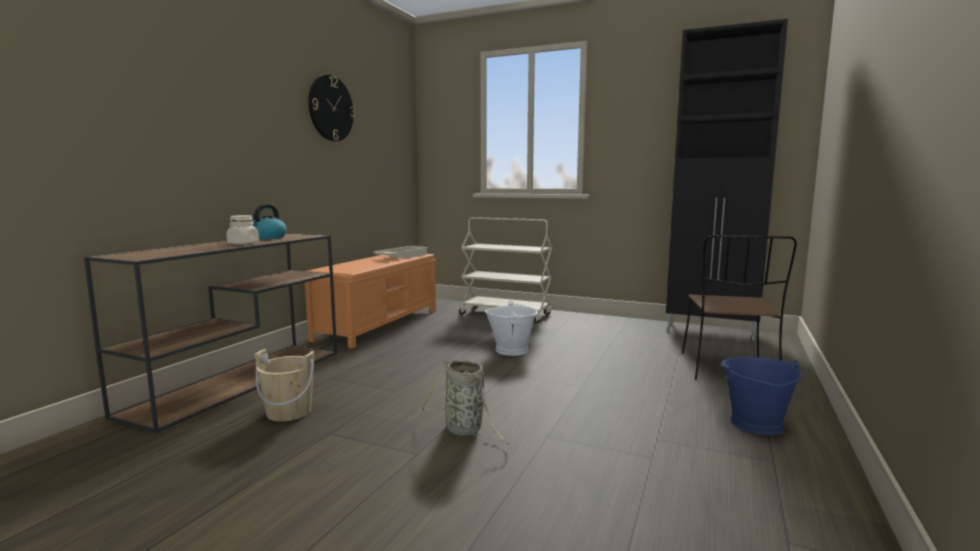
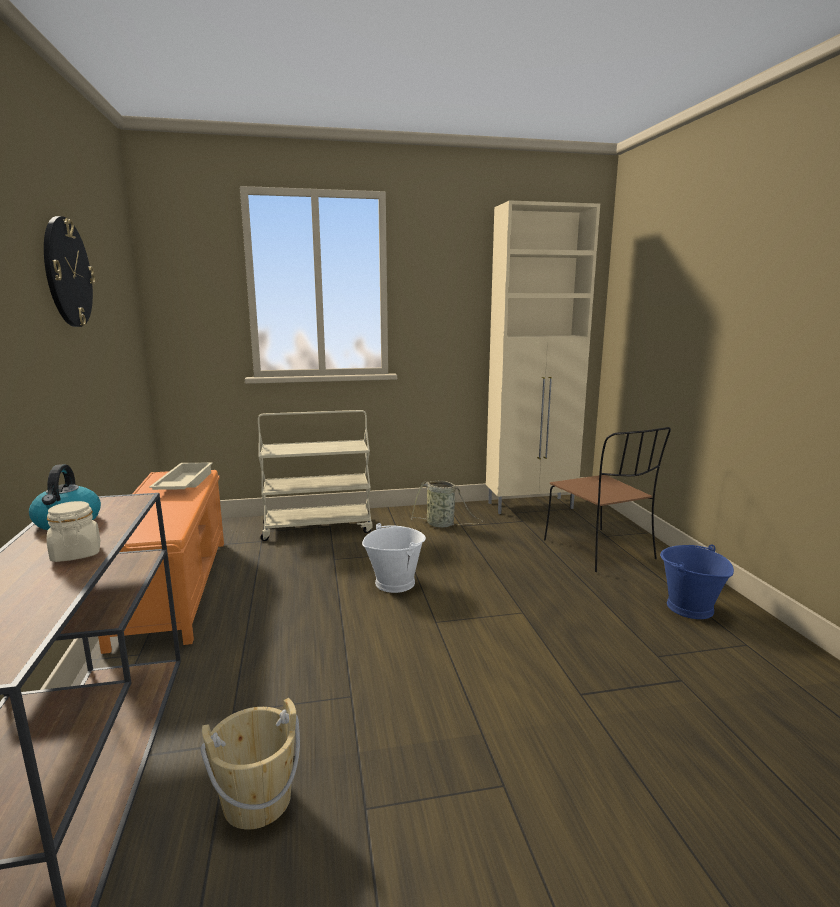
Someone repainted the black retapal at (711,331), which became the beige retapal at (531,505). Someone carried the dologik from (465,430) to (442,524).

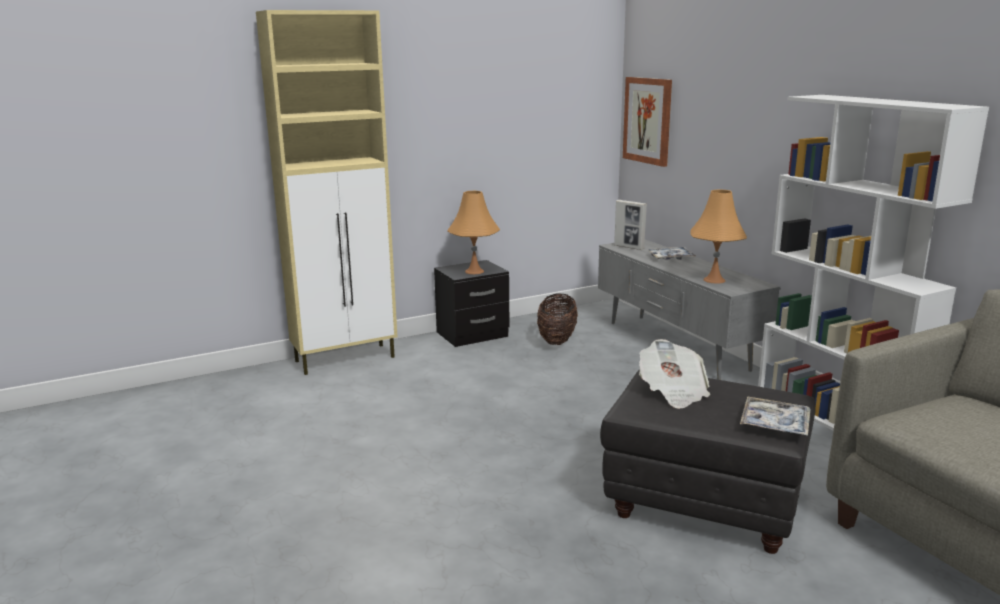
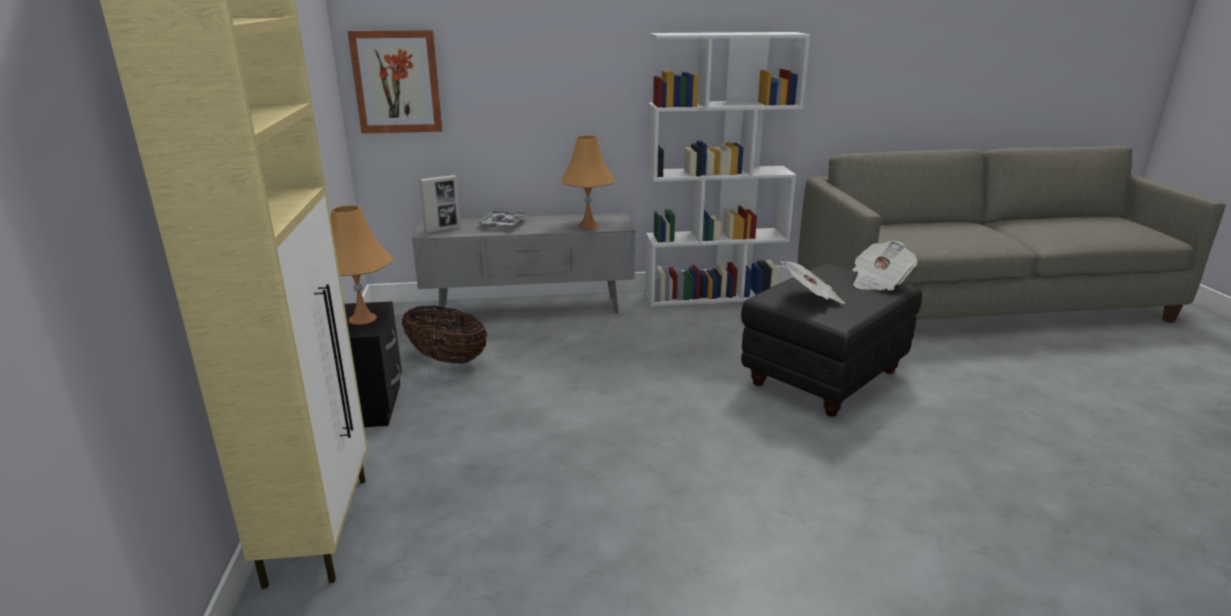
Someone swapped the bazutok at (774,424) for the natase at (879,282).

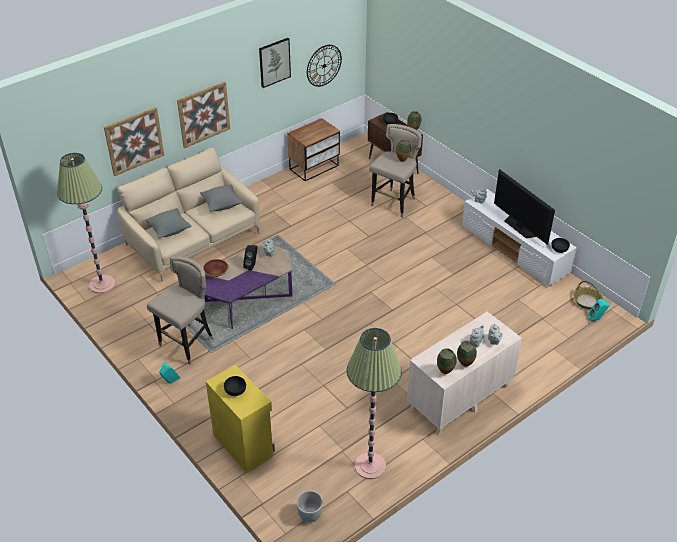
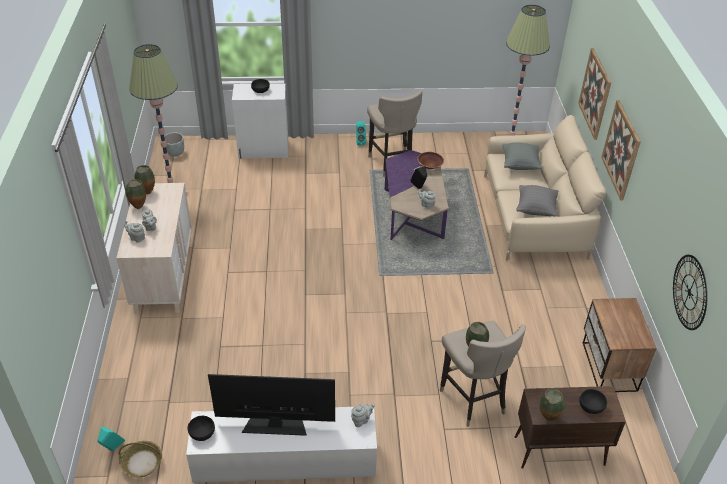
Someone took away the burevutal at (274,62). Someone repainted the yellow retapal at (243,444), which became the white retapal at (264,150).

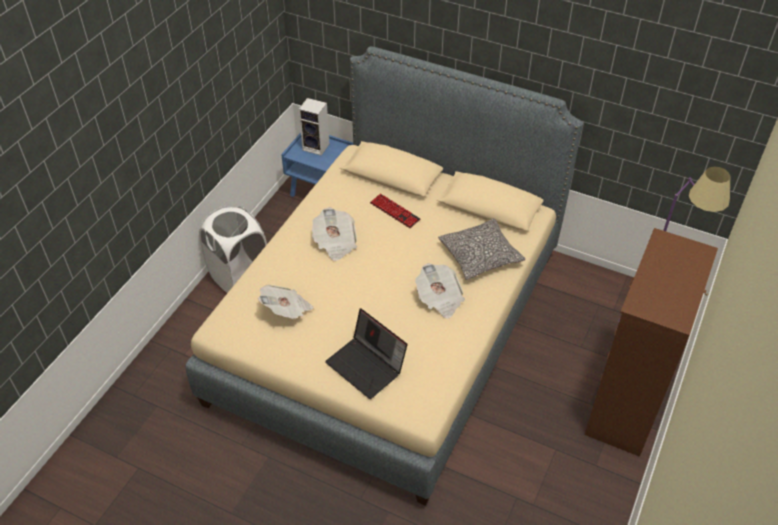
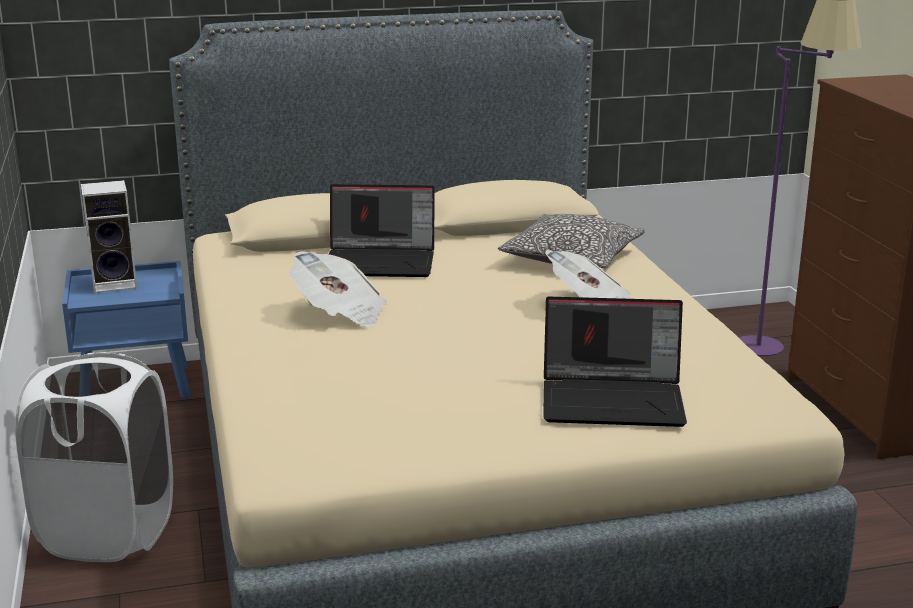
Someone swapped the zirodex at (395,211) for the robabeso at (382,262). Someone took away the natase at (287,310).

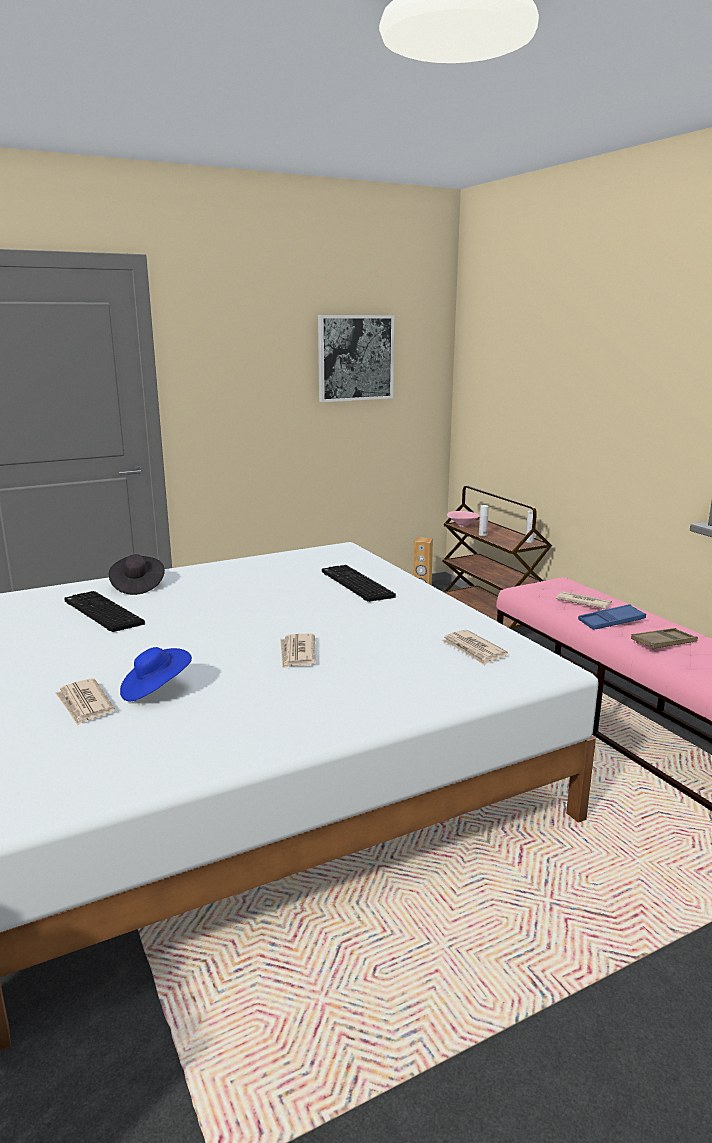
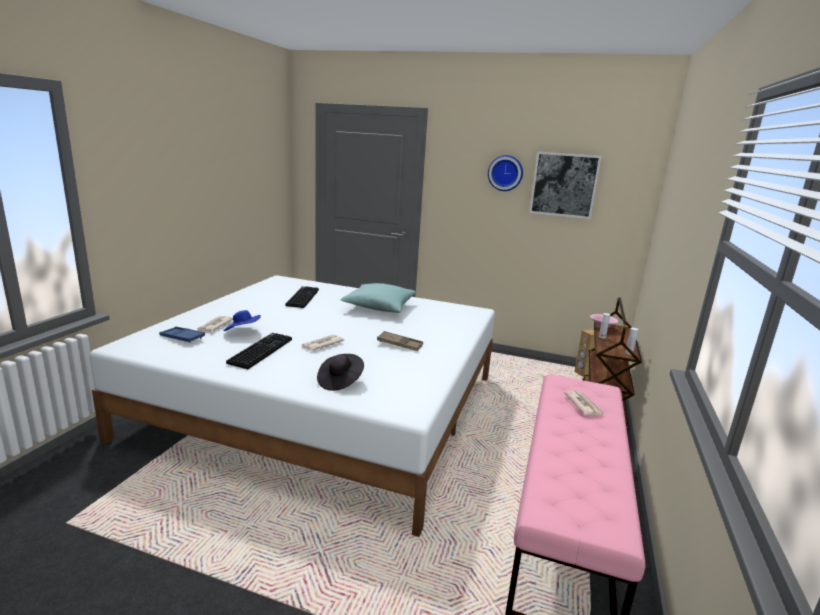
Someone carried the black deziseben from (137,586) to (340,381). Someone carried the zirodex from (354,584) to (260,350). Someone carried the blue bazutok from (611,622) to (182,337). Someone carried the brown bazutok from (663,643) to (400,344). Someone took away the natase at (473,650). Someone put up the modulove at (505,173). Someone put down the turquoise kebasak at (379,307).

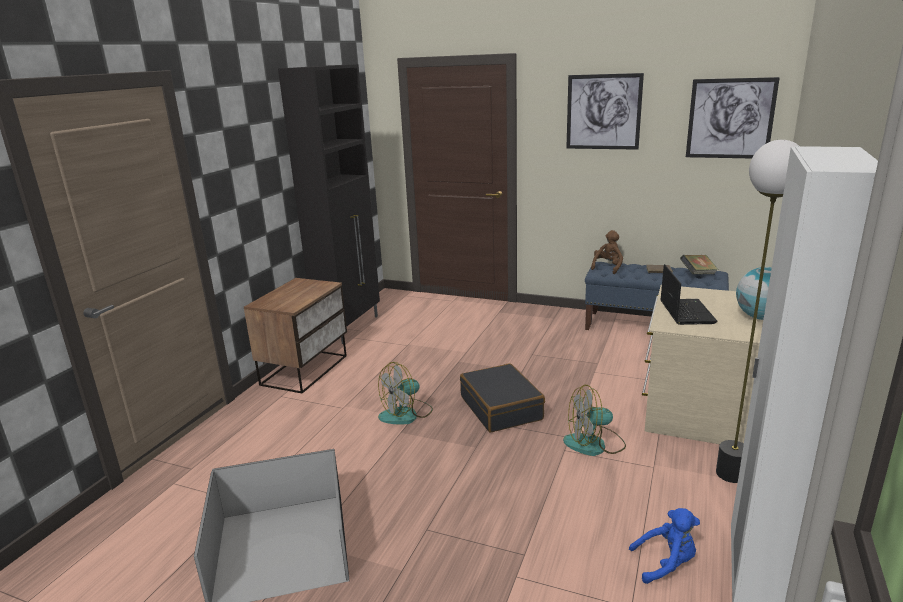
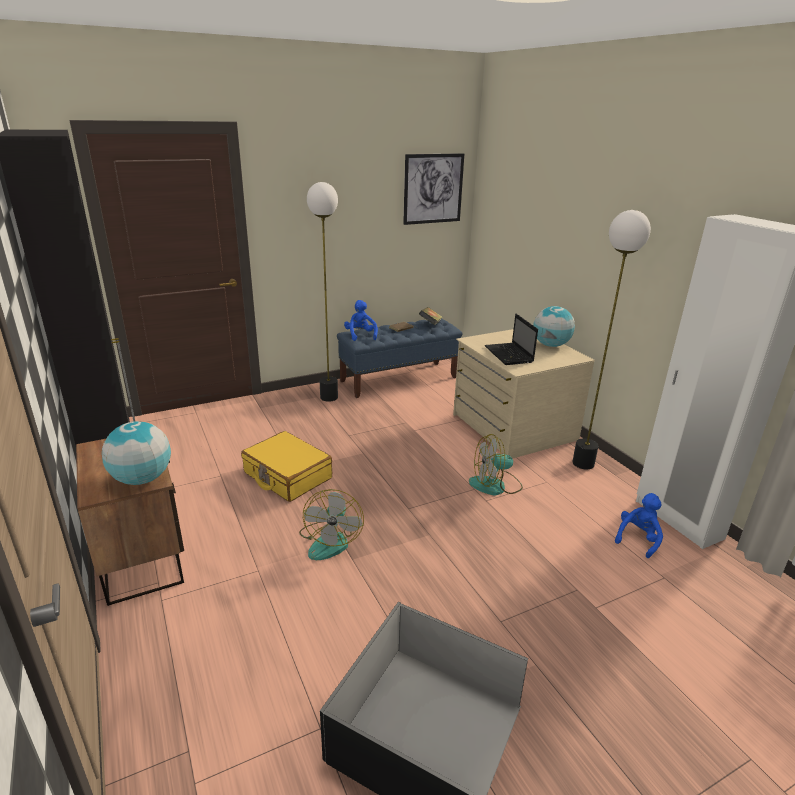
Someone took away the burevutal at (603,112). Someone repainted the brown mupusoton at (607,267), which became the blue mupusoton at (360,335). Someone rotated the robabeso at (685,312) by 150 degrees counterclockwise. Someone took away the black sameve at (501,408). Someone rotated the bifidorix at (594,444) by 45 degrees clockwise. Someone put down the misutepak at (329,397). Someone put down the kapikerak at (142,479). Someone put down the yellow sameve at (287,476).

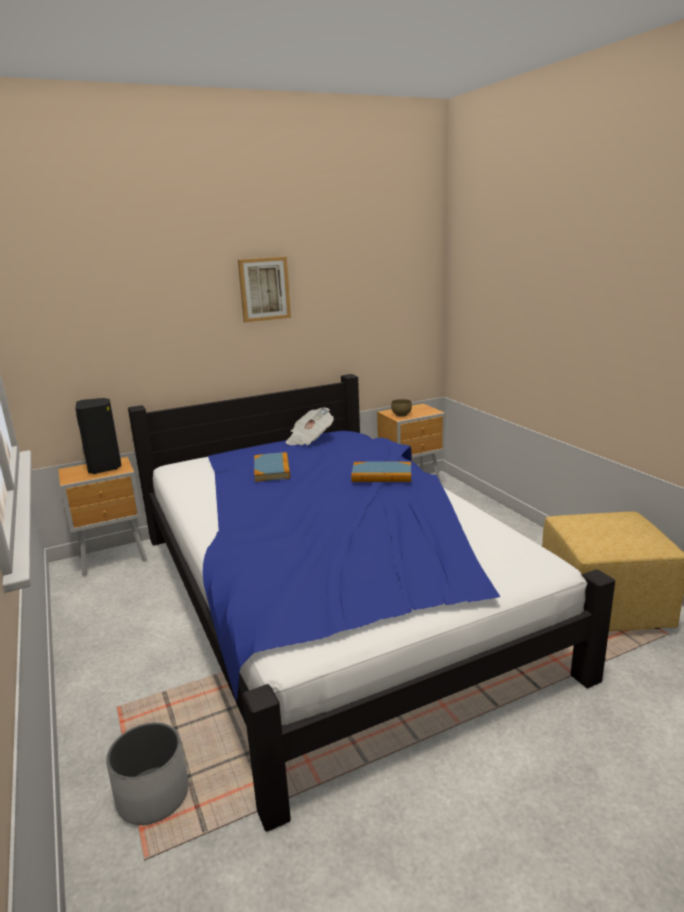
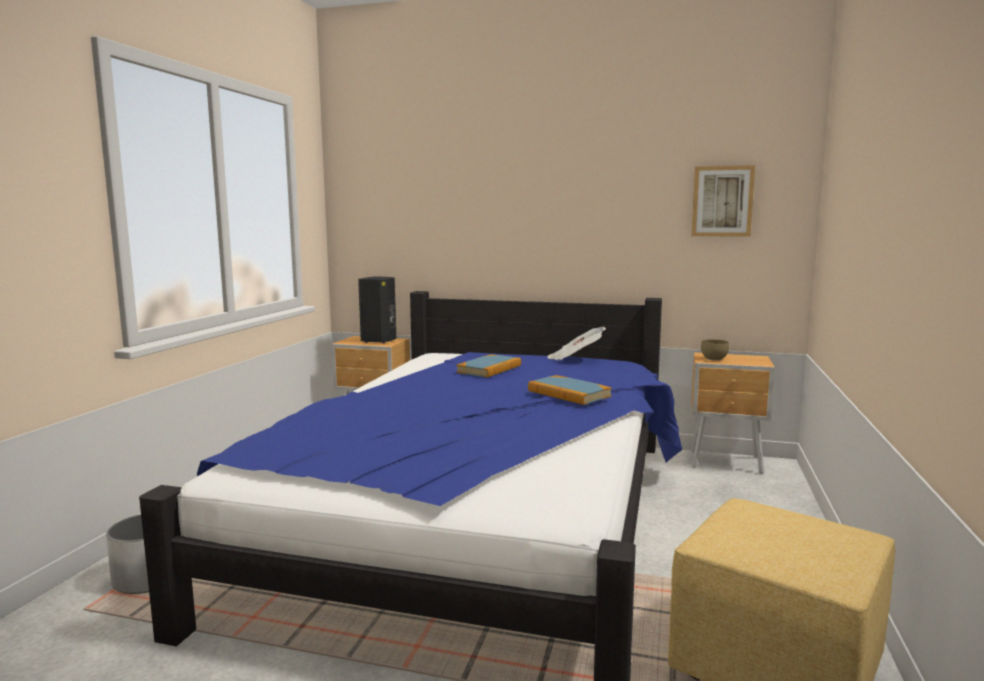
Someone carried the burevutal from (264,289) to (722,201).

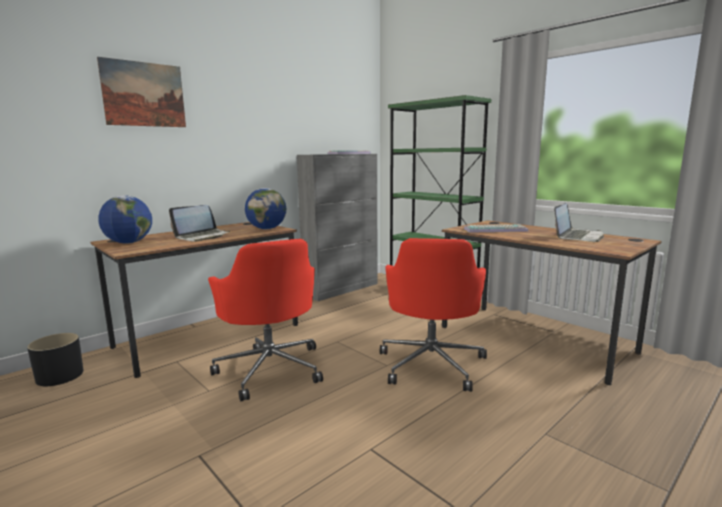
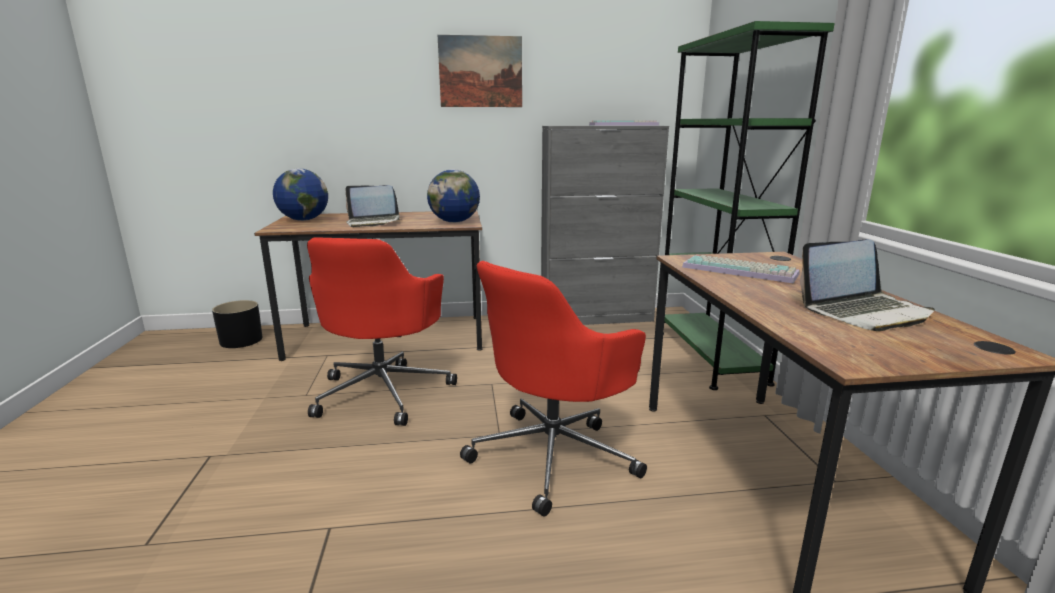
Someone carried the burevutal from (144,94) to (480,72).

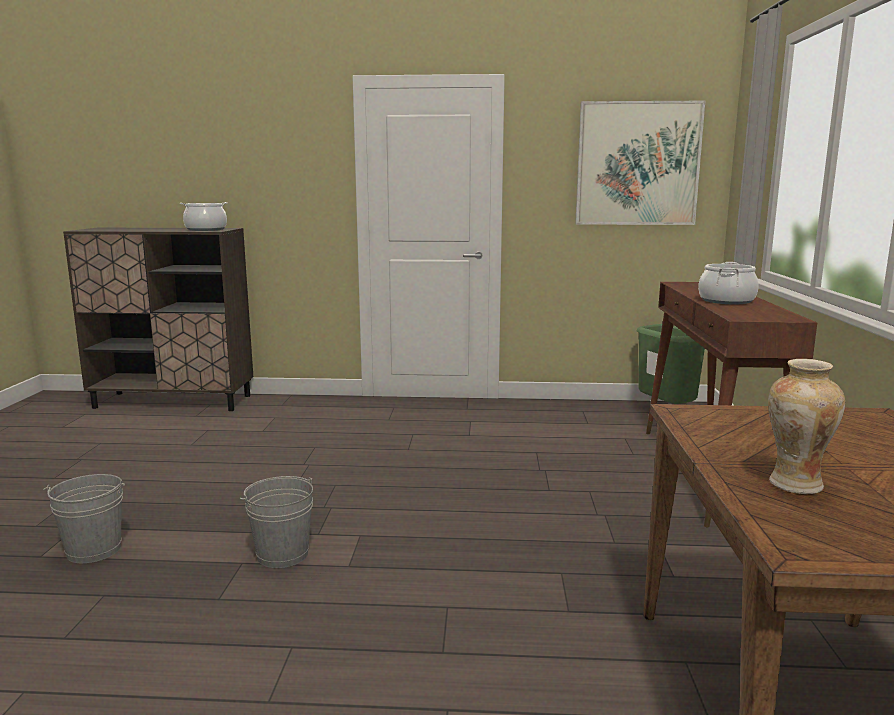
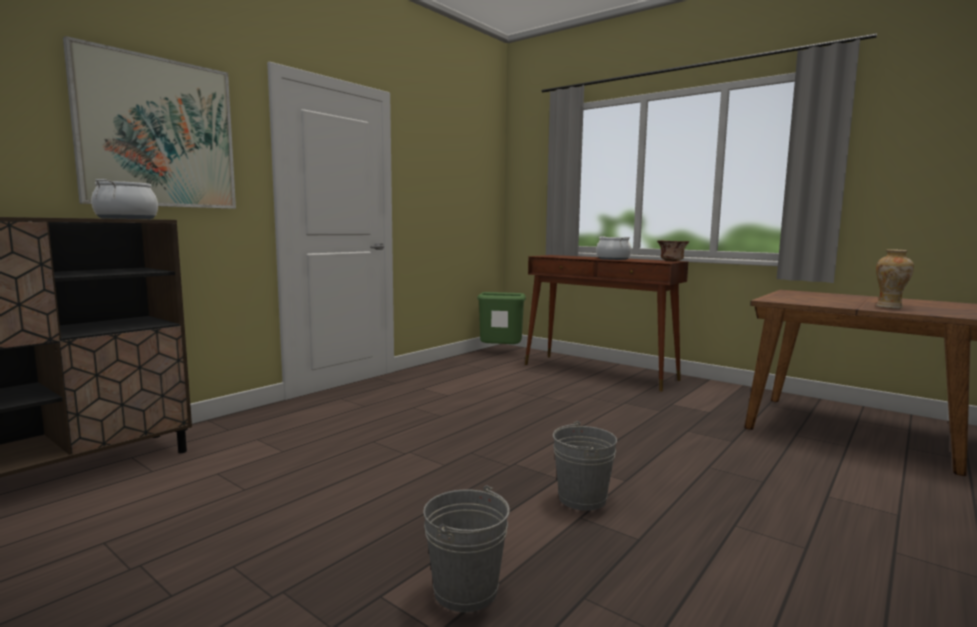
Someone carried the burevutal from (637,164) to (158,133). Someone put down the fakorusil at (671,261).

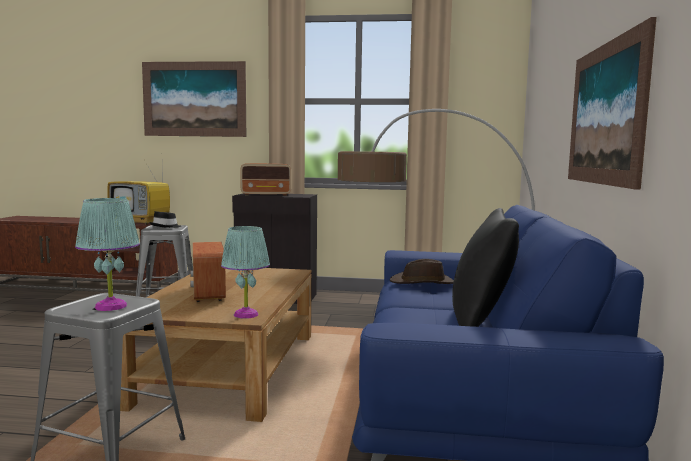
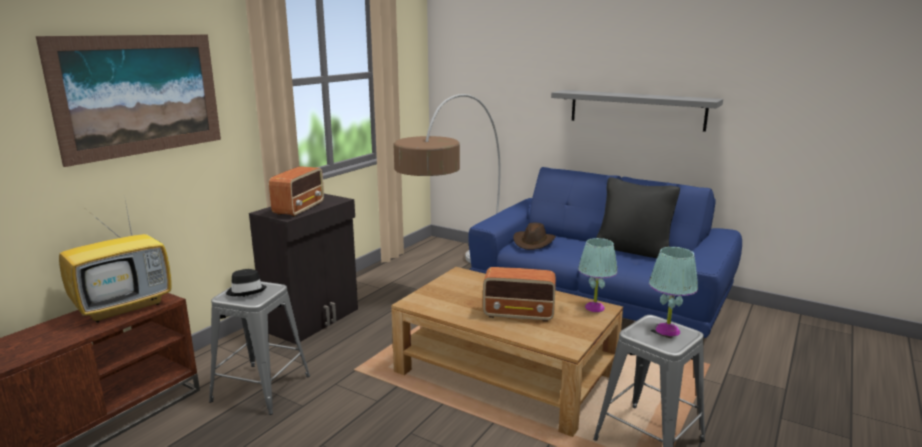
Someone swapped the burevutal at (605,114) for the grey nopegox at (636,109).

